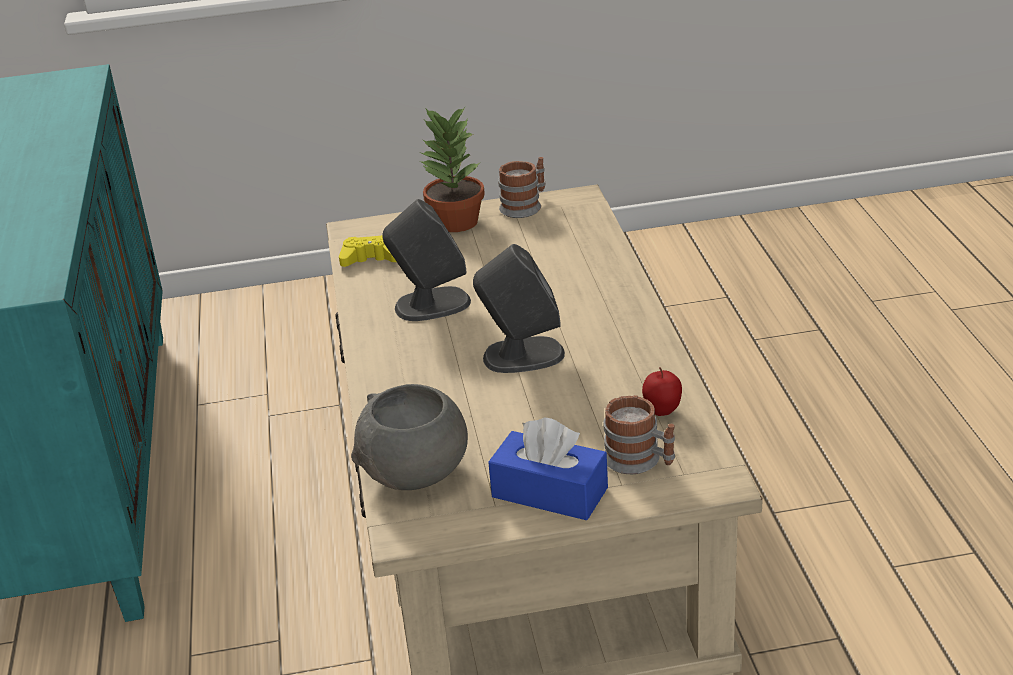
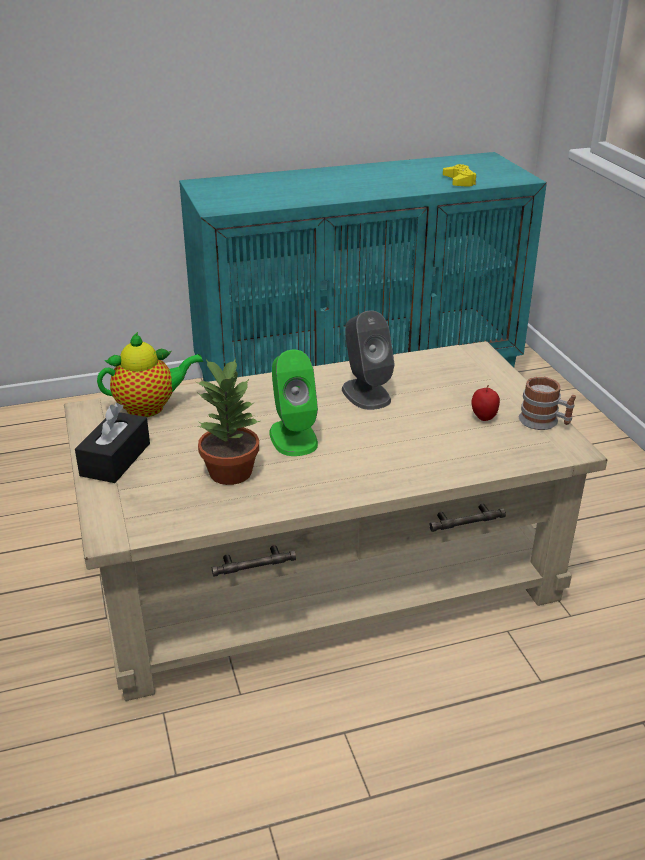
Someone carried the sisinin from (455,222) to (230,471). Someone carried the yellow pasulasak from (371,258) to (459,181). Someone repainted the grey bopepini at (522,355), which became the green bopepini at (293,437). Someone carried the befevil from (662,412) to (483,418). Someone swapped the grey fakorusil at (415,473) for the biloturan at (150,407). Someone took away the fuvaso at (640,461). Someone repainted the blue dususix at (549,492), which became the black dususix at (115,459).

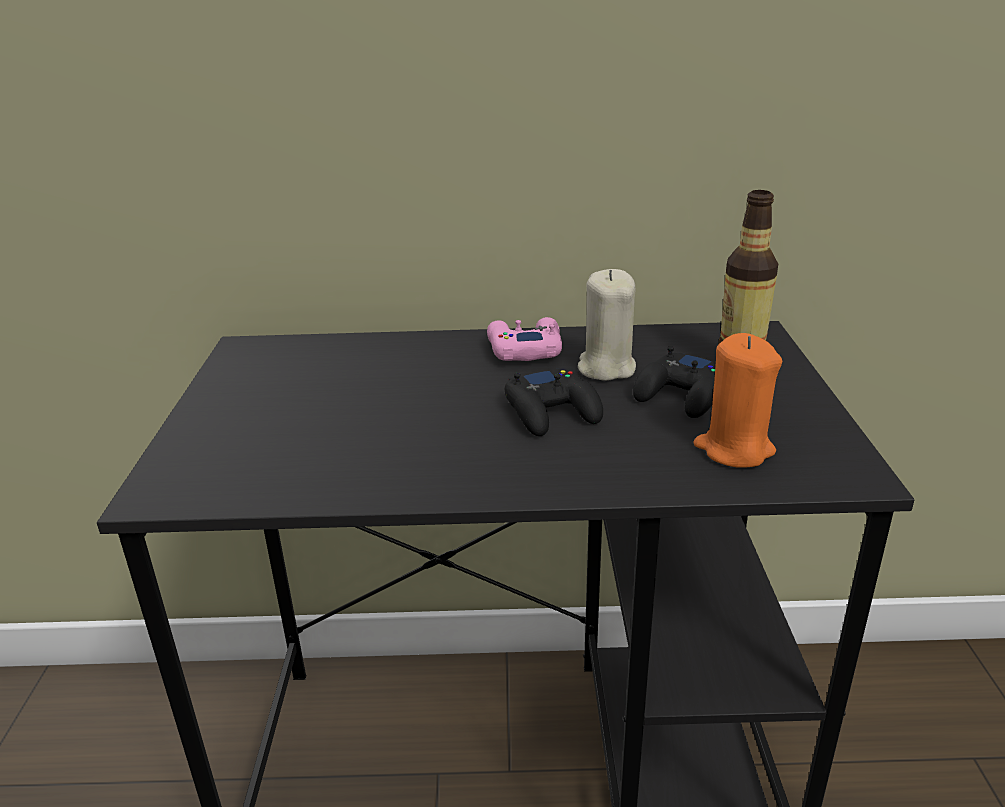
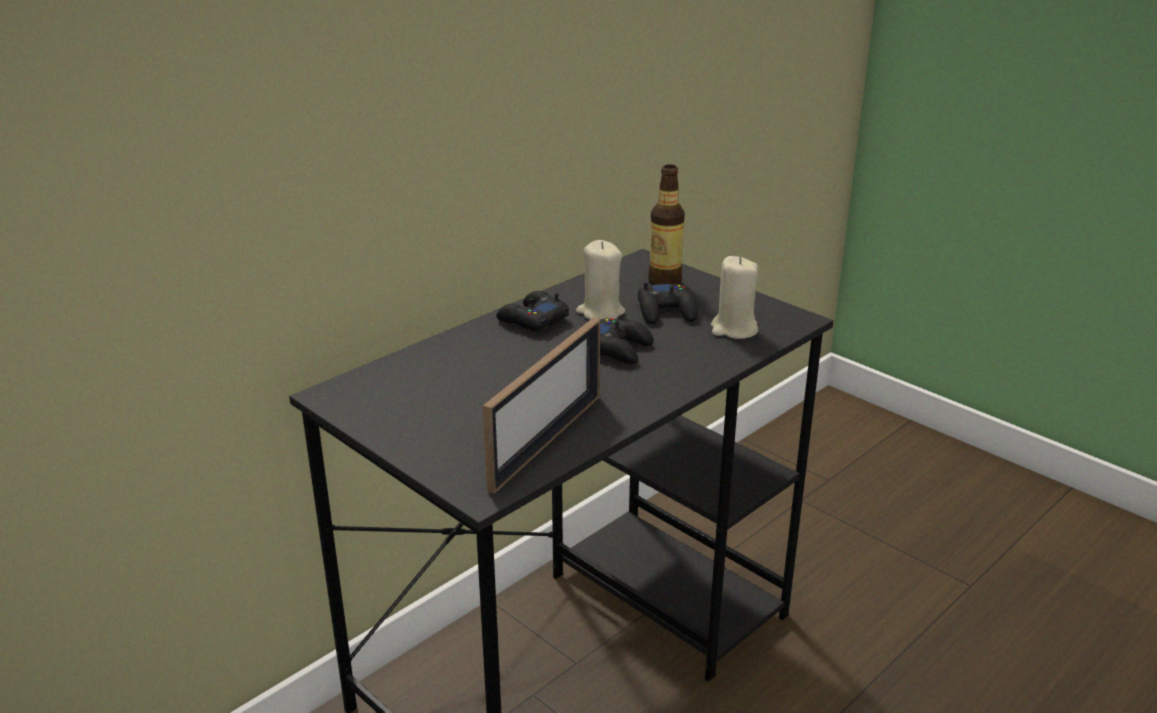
Someone repainted the pink pasulasak at (524,349), which became the black pasulasak at (532,320). Someone repainted the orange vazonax at (734,449), which became the beige vazonax at (734,329). Someone put down the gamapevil at (546,441).

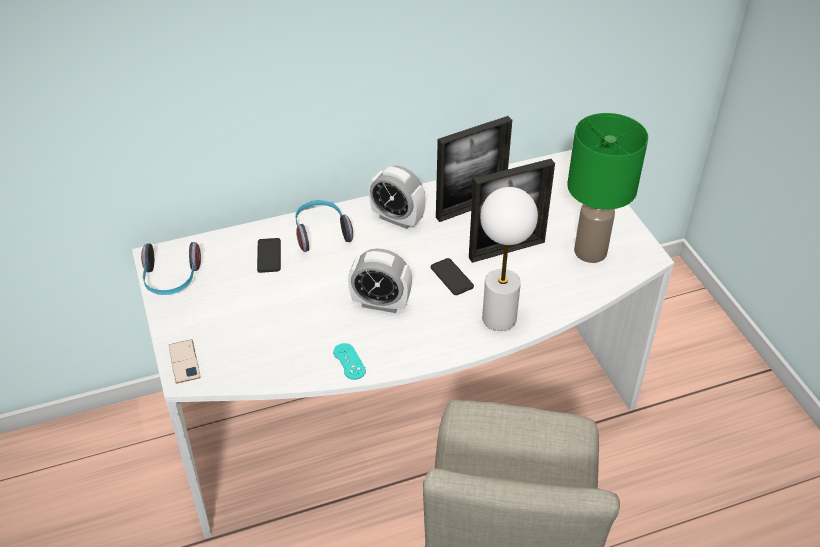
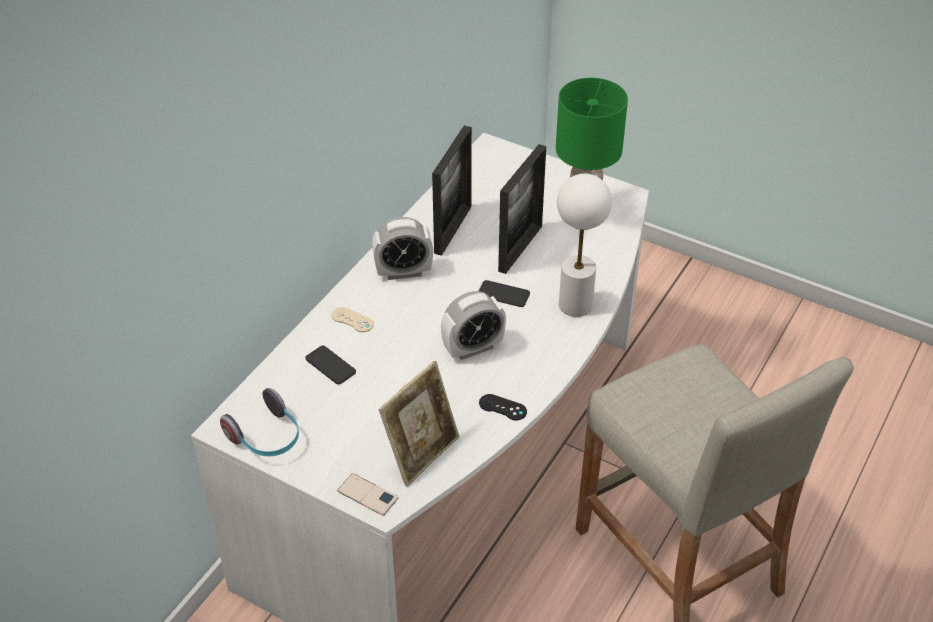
Someone swapped the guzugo at (321,232) for the beige pasulasak at (352,320). Someone repainted the turquoise pasulasak at (349,361), which became the black pasulasak at (502,407). Someone put down the gamapevil at (421,453).

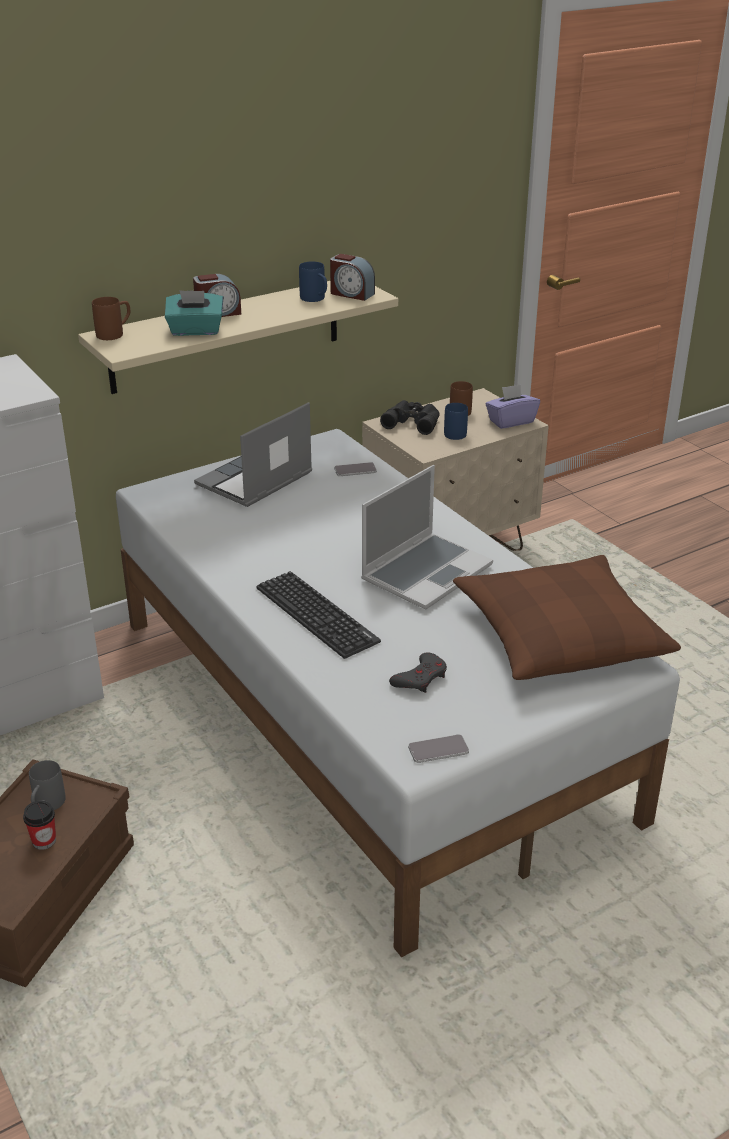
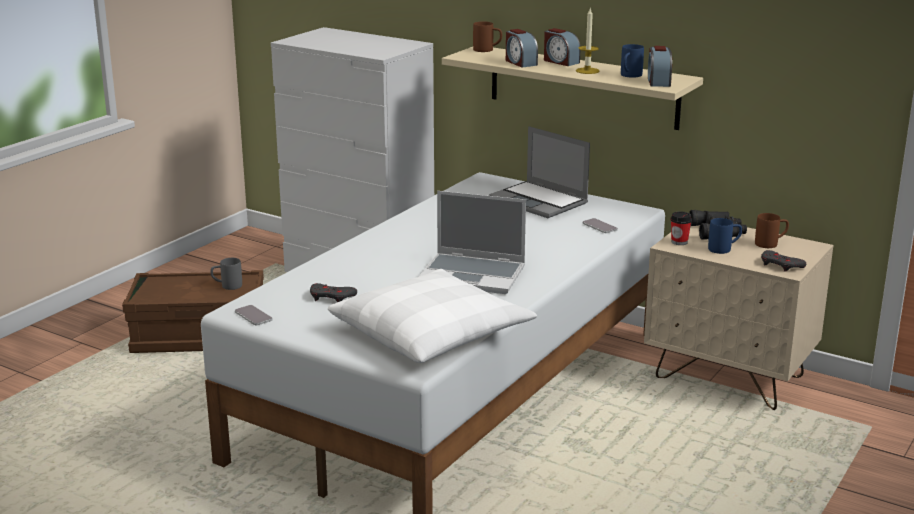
Someone swapped the turquoise dususix at (195,331) for the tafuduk at (520,62). Someone swapped the purple dususix at (511,421) for the grey pasulasak at (781,265). Someone rotated the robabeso at (254,480) by 150 degrees counterclockwise. Someone repainted the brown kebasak at (560,635), which became the white kebasak at (431,333). Someone took away the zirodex at (316,615). Someone carried the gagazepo from (44,841) to (679,242). Someone put down the vazonax at (587,71).

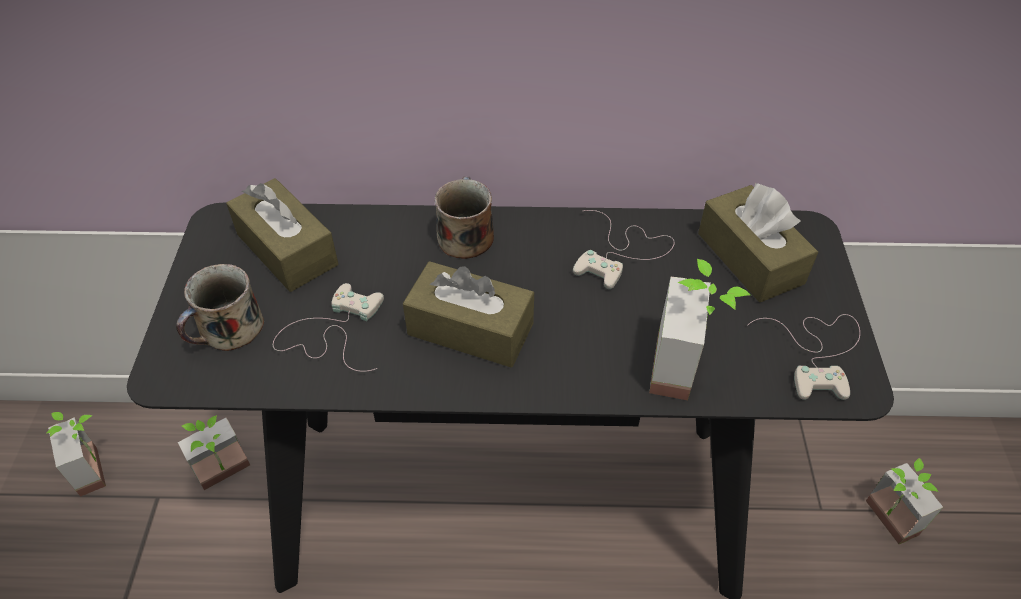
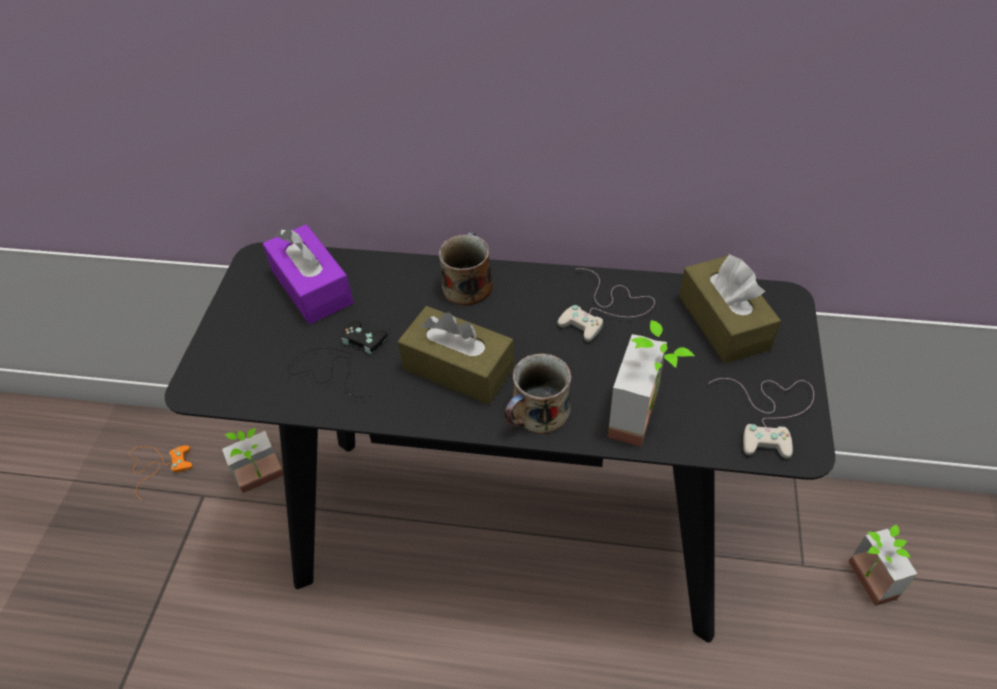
Someone repainted the brown dususix at (287,249), which became the purple dususix at (312,287). Someone carried the fuvaso from (229,329) to (538,413). Someone repainted the white pasulasak at (332,332), which became the black pasulasak at (339,361). Someone swapped the sisinin at (99,467) for the orange pasulasak at (158,465).

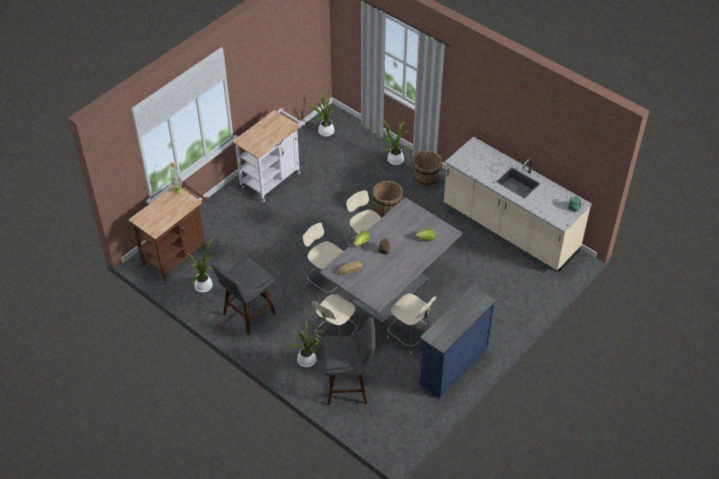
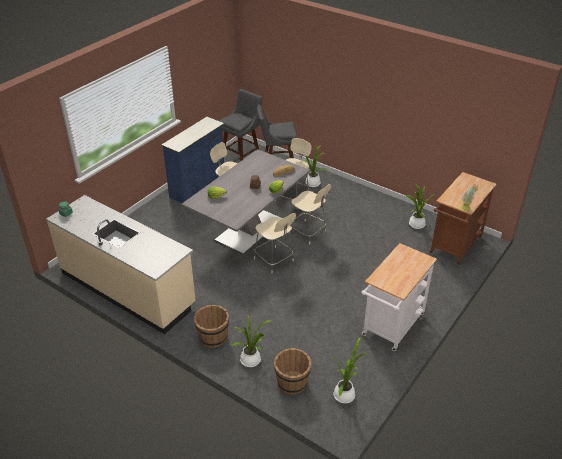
Someone carried the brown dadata from (387,209) to (292,383). Someone carried the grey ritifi from (247,315) to (242,159).

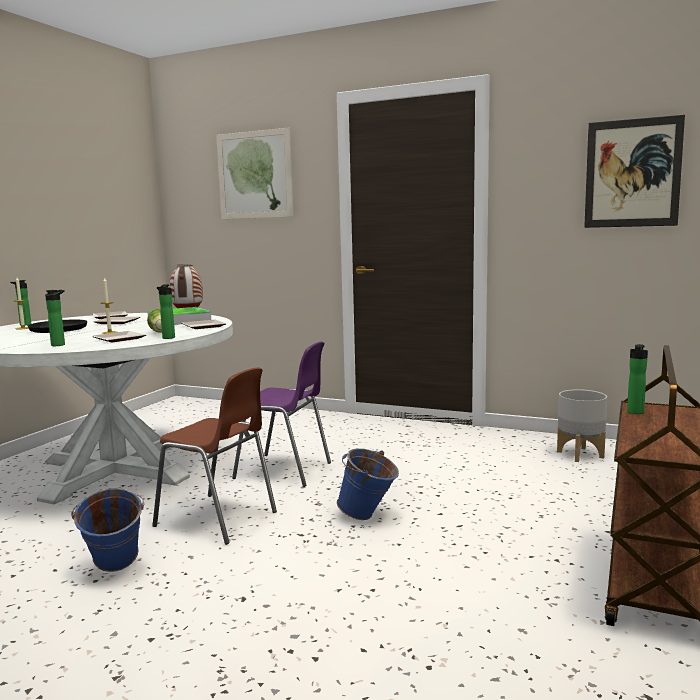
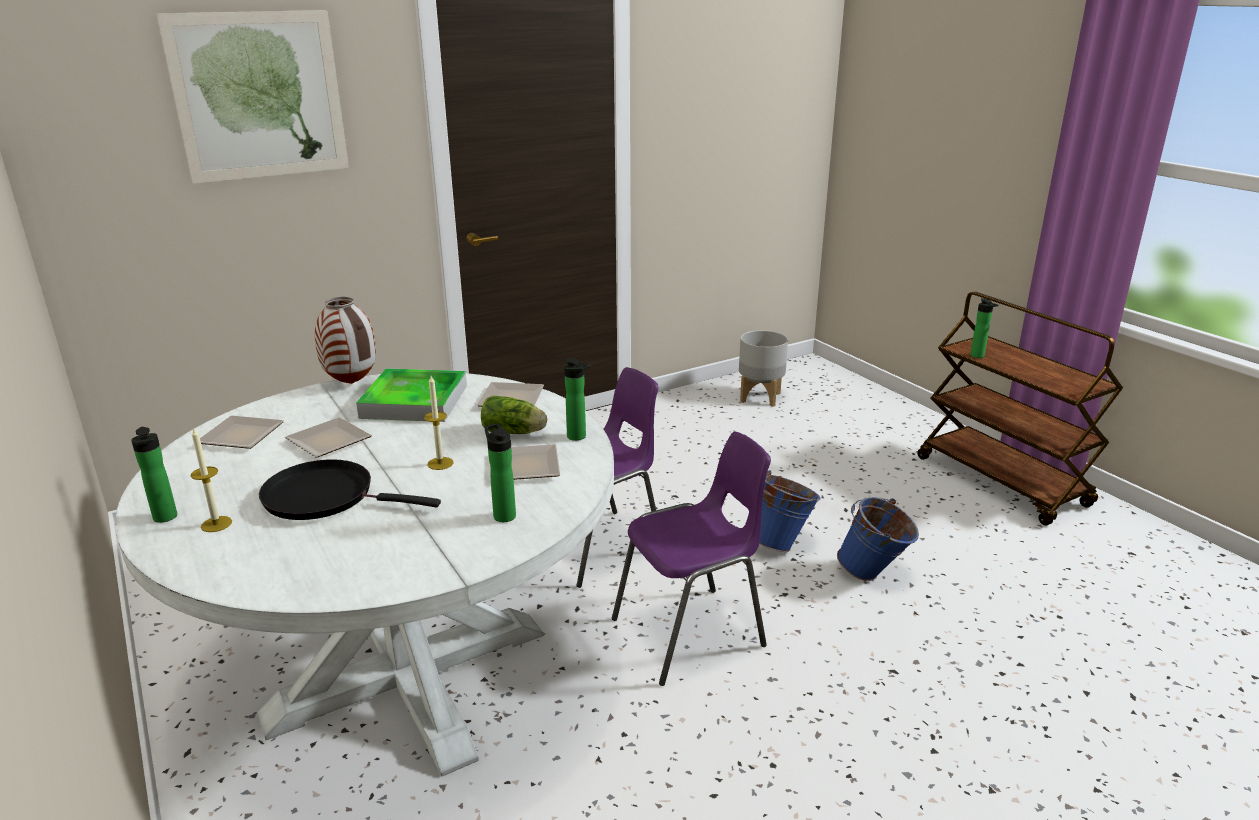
Someone took away the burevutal at (632,173). Someone repainted the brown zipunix at (218,519), which became the purple zipunix at (692,633). Someone carried the blue dadata from (114,570) to (874,575).

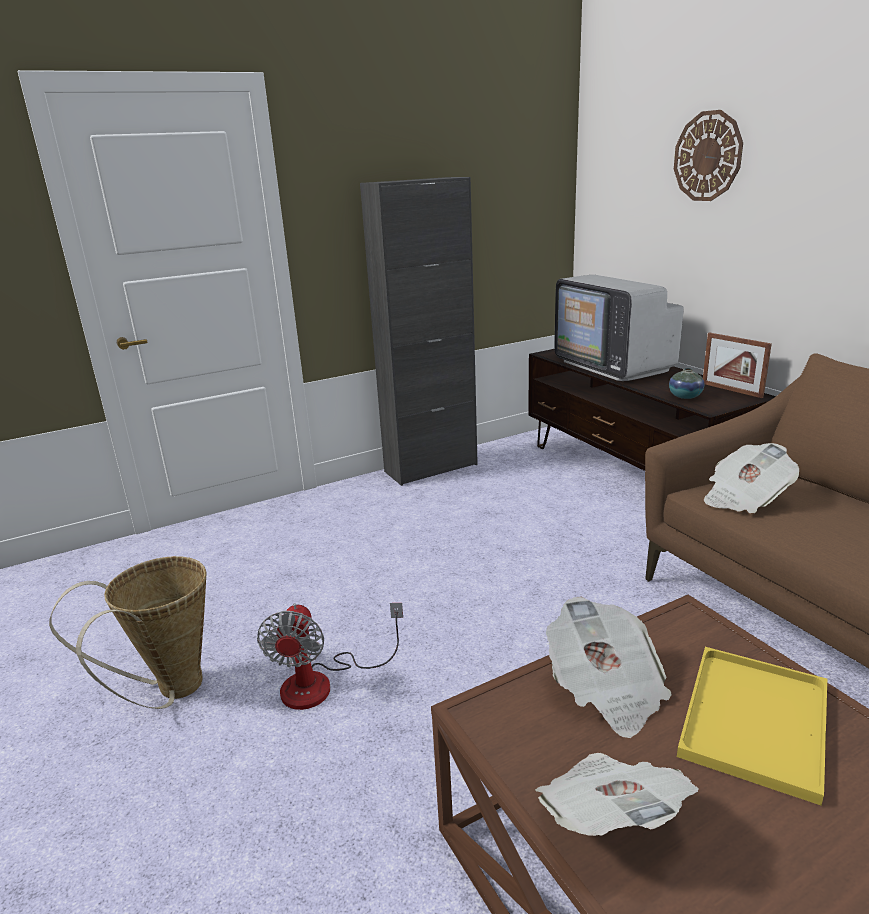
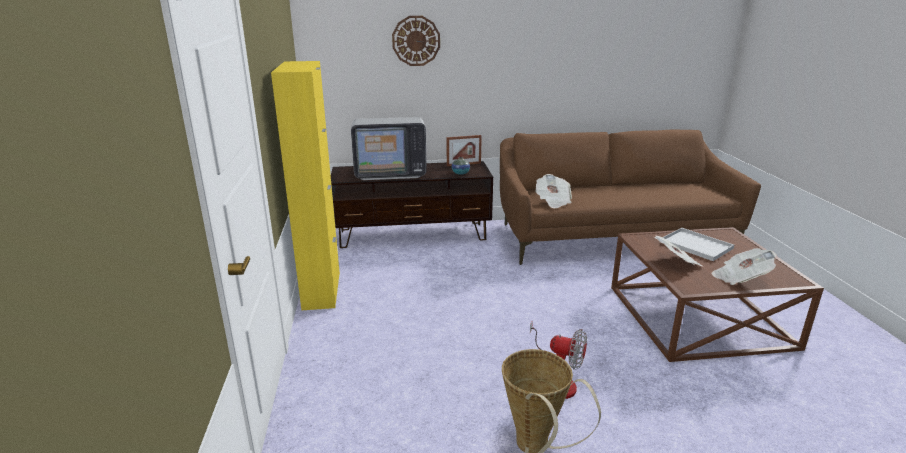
Someone repainted the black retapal at (431,468), which became the yellow retapal at (321,290). Someone repainted the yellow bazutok at (753,717), which became the white bazutok at (694,245).

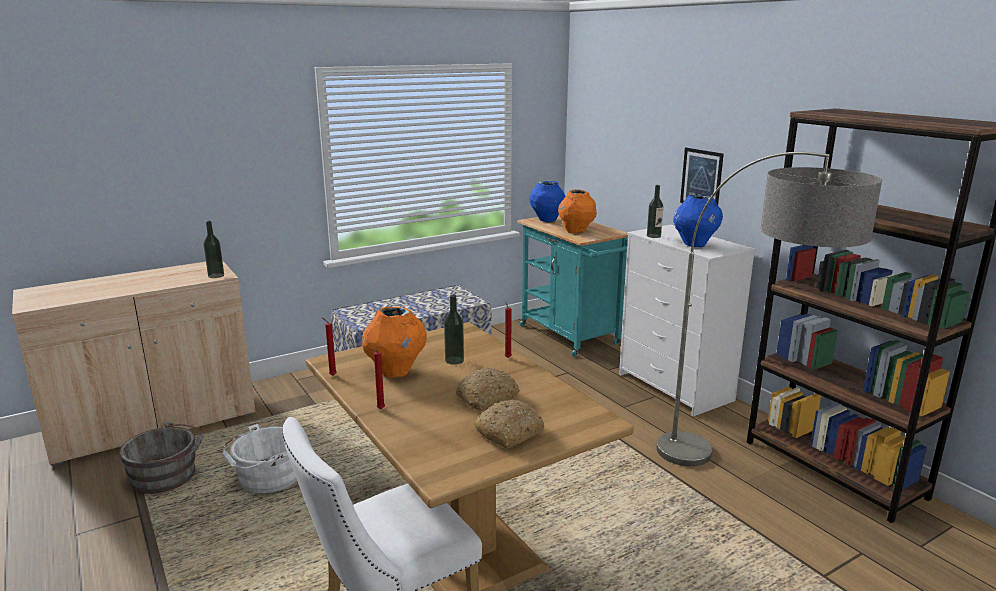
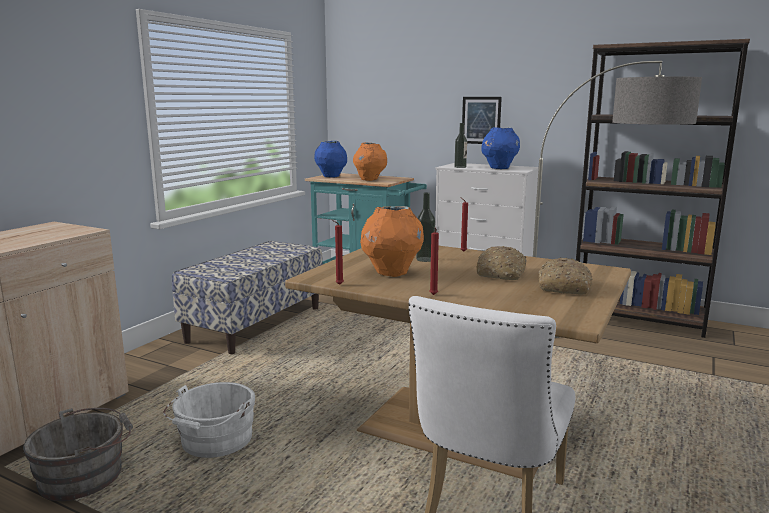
Someone took away the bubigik at (216,275).

